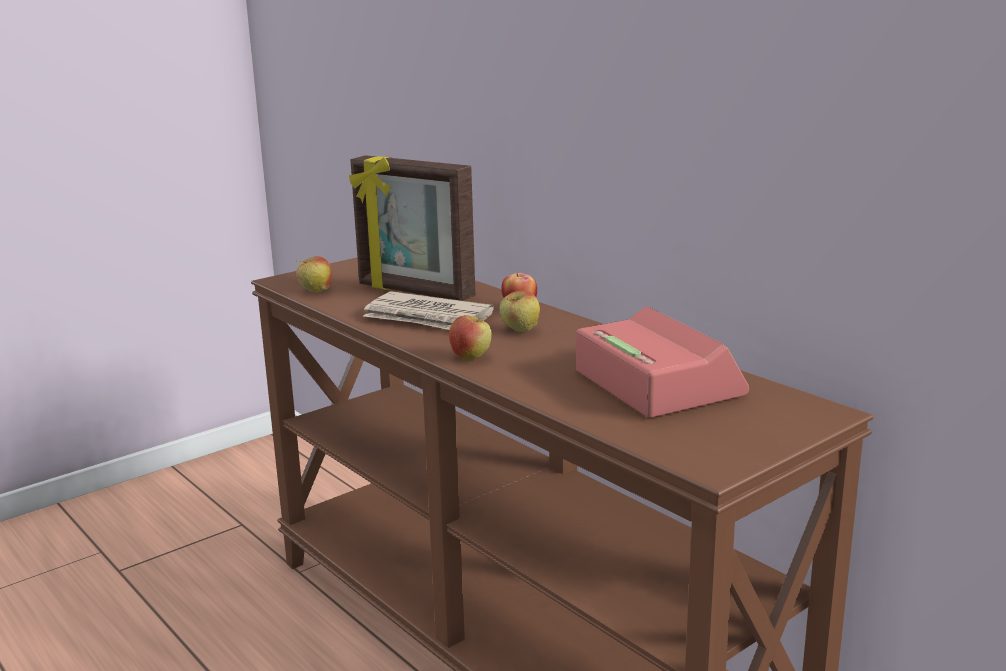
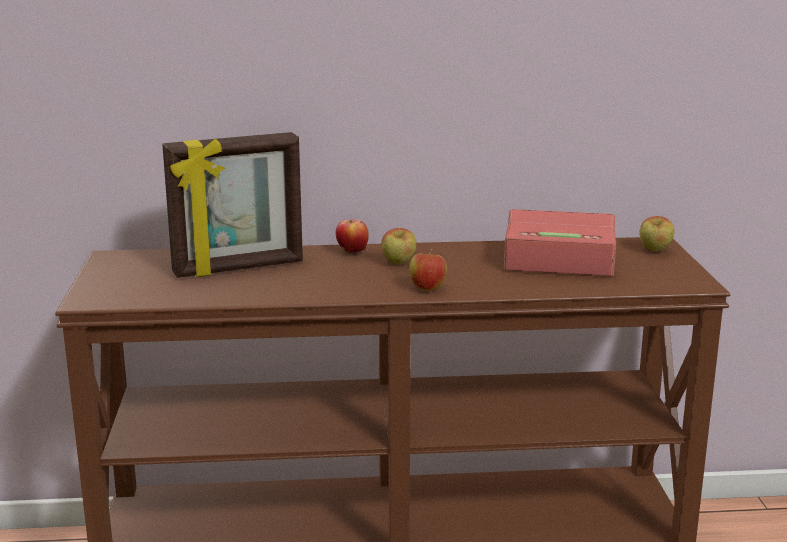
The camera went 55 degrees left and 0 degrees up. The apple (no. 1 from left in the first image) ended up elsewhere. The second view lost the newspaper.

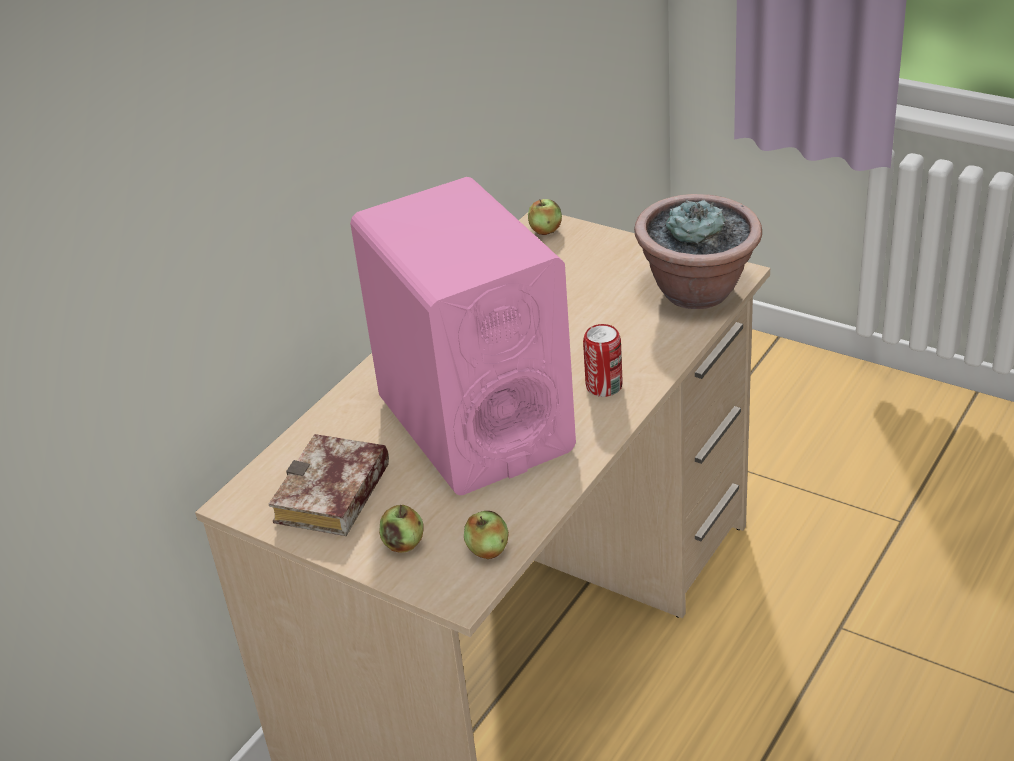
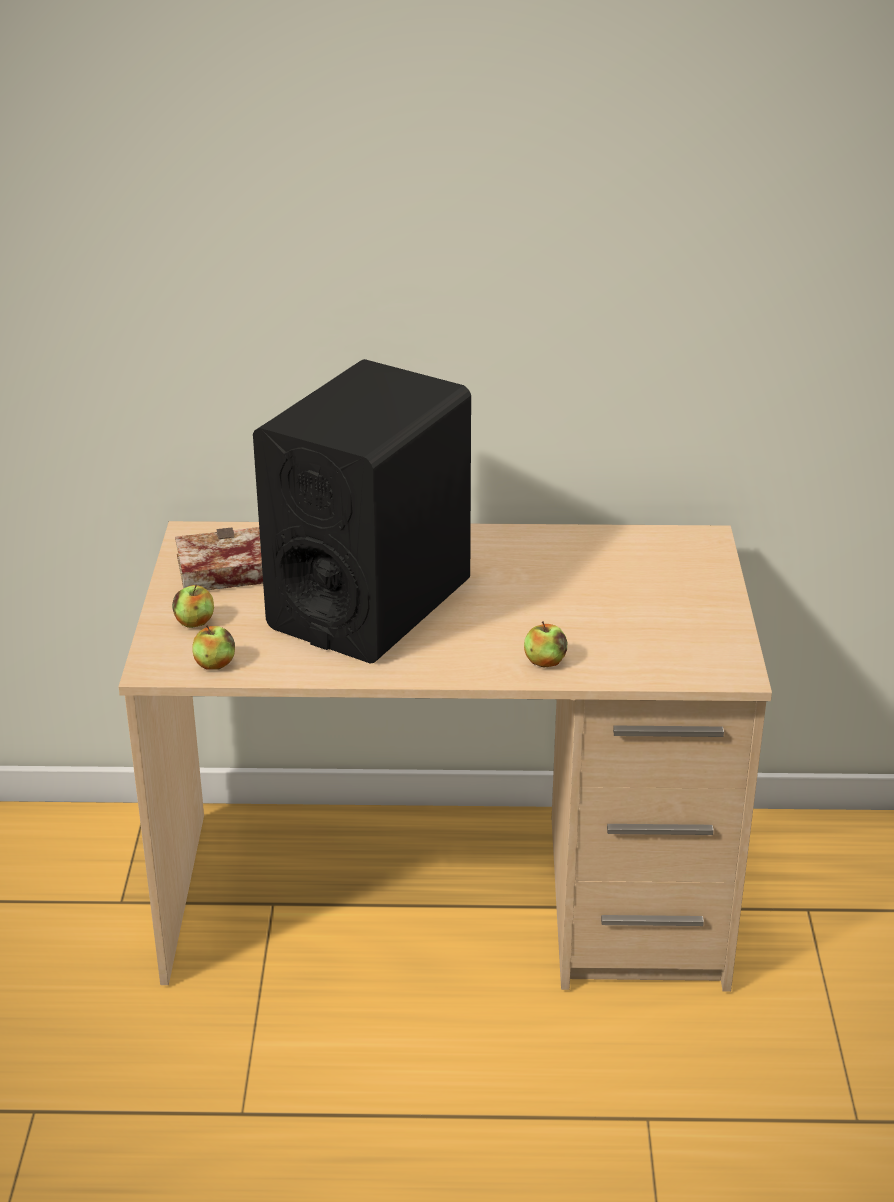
The camera went 55 degrees right and 5 degrees down. What was the loudspeaker (pinkish) turned into the loudspeaker (black). The second view lost the potted plant. The apple (no. 3 from left) ended up elsewhere. The second view lost the sealed can.

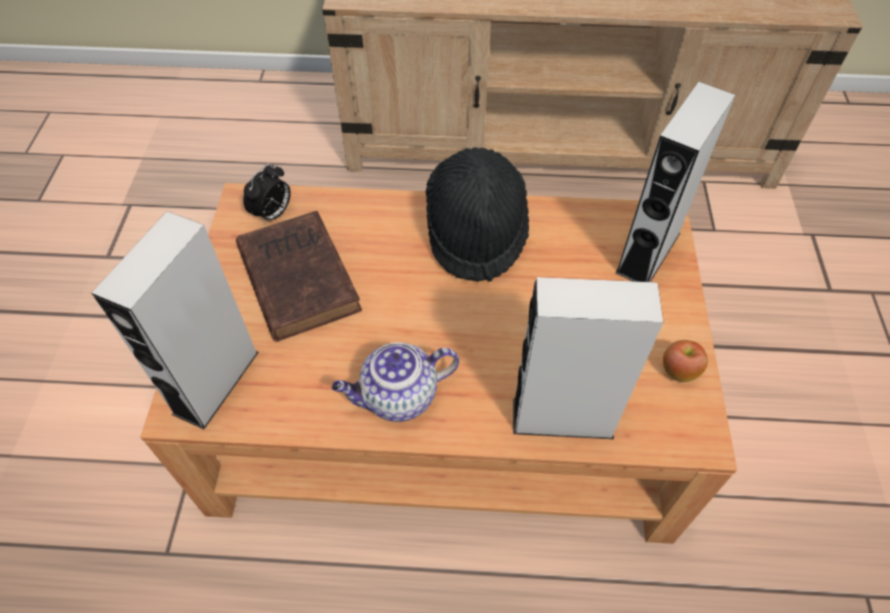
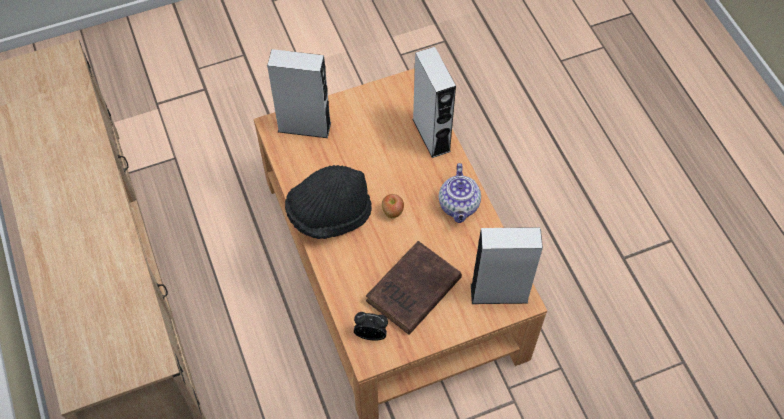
The camera went 115 degrees left and 5 degrees up. The apple ended up elsewhere. The pot for tea ended up facing another way, 45 degrees clockwise from before.

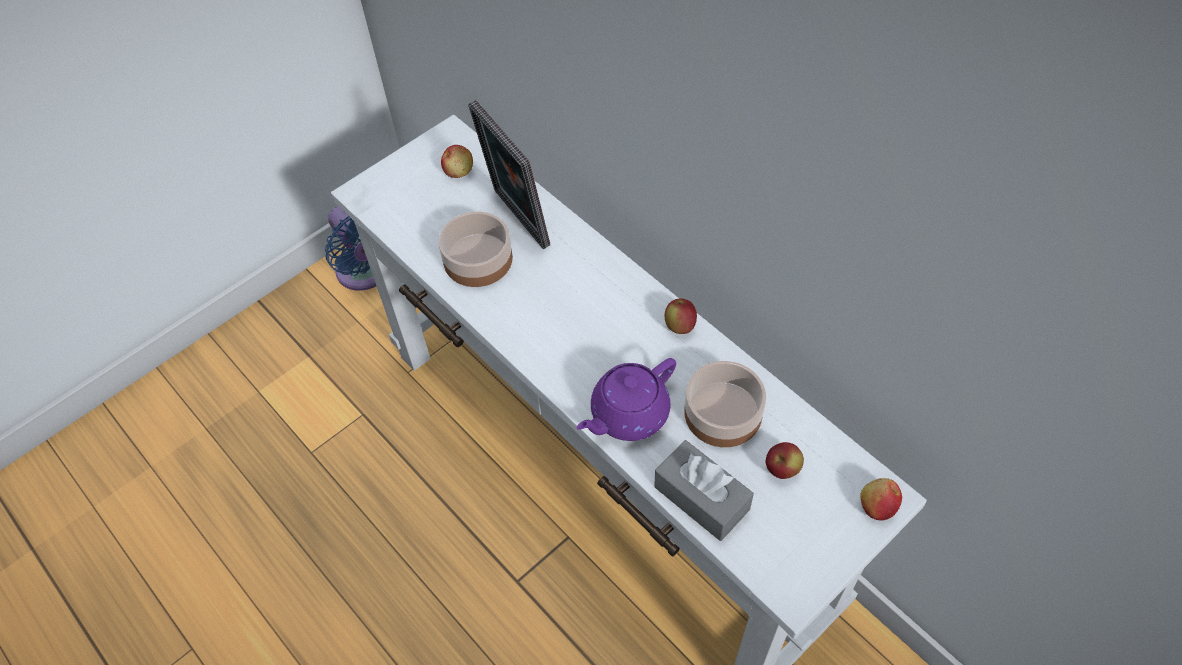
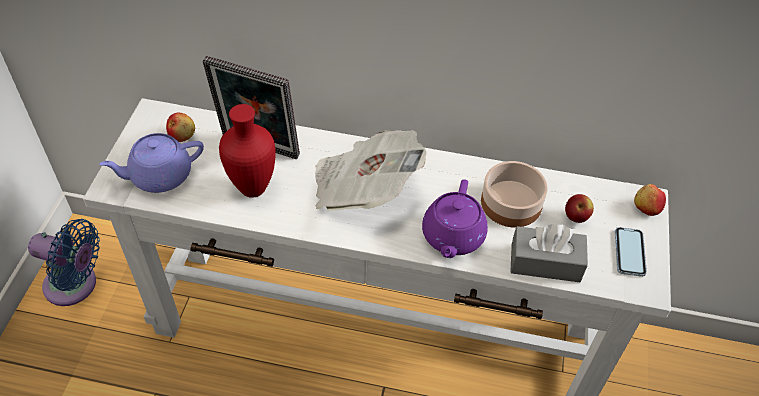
The camera went 40 degrees left and 5 degrees down. Where the bowl (no. 1 from left) stood, the flower vase (red) came to stand. The second view lost the apple (no. 2 from left). The second view gained the newspaper. The second view gained the pot for tea (purplish) (no. 1 from left). The second view gained the telephone.

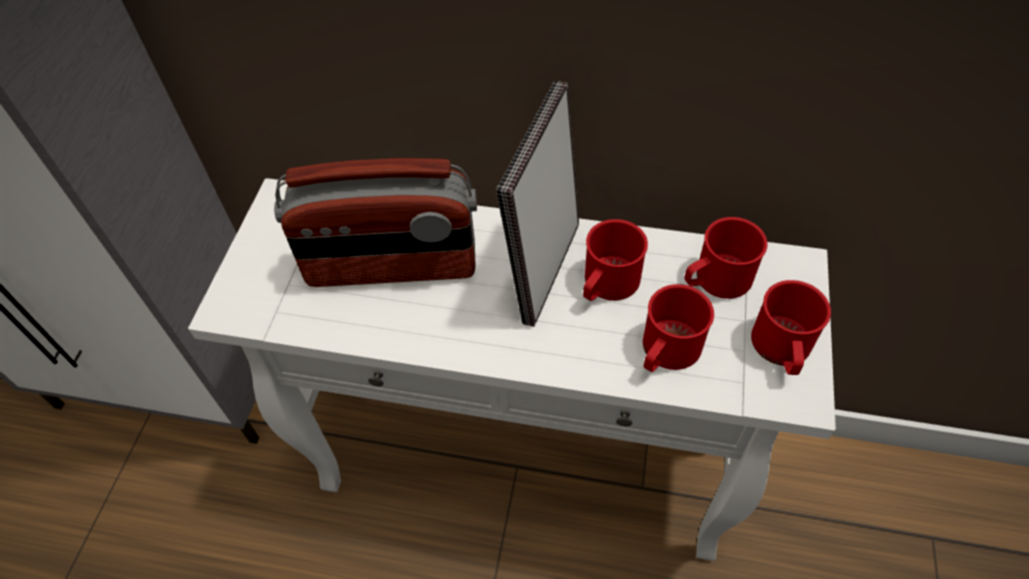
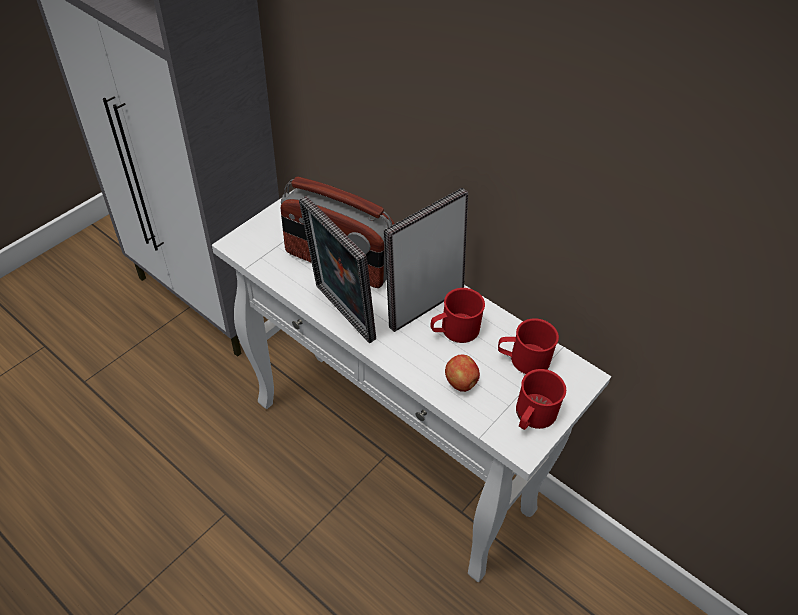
The camera went 25 degrees right and 5 degrees down. Where the tea mug (red) (no. 2 from left) stood, the apple came to stand. The second view gained the photo frame (no. 1 from left).

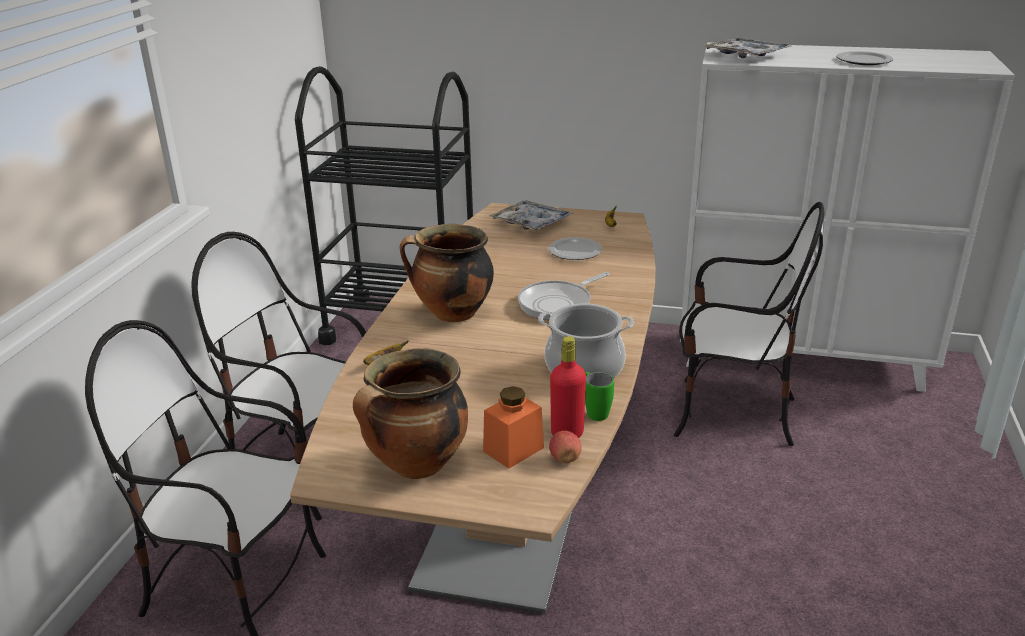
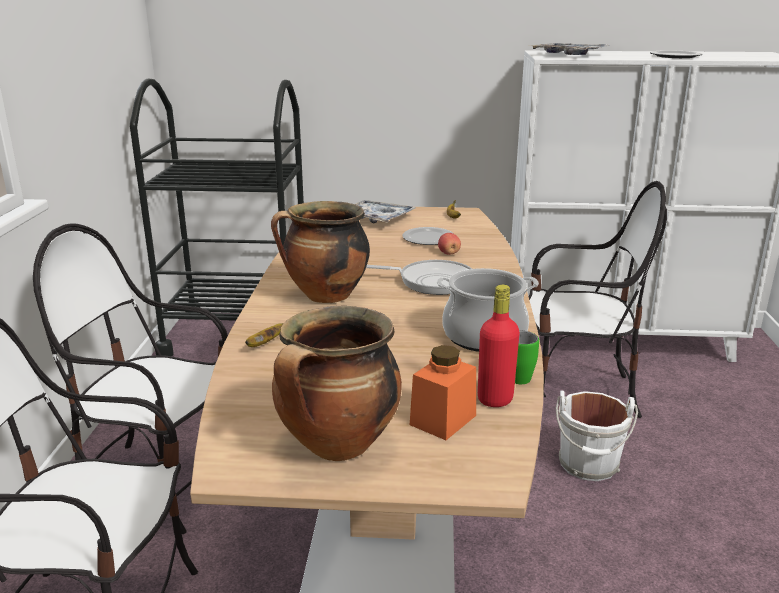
The camera went 10 degrees left and 5 degrees down. The skillet ended up facing another way, 120 degrees counterclockwise from before. The apple ended up elsewhere. The second view gained the water bucket (white-coloured).

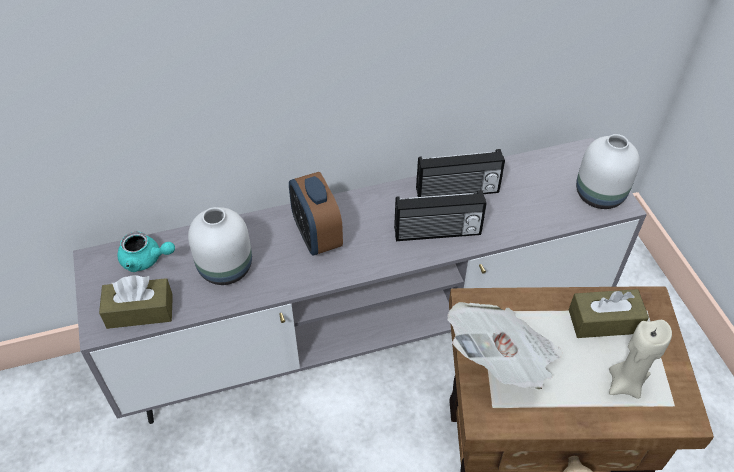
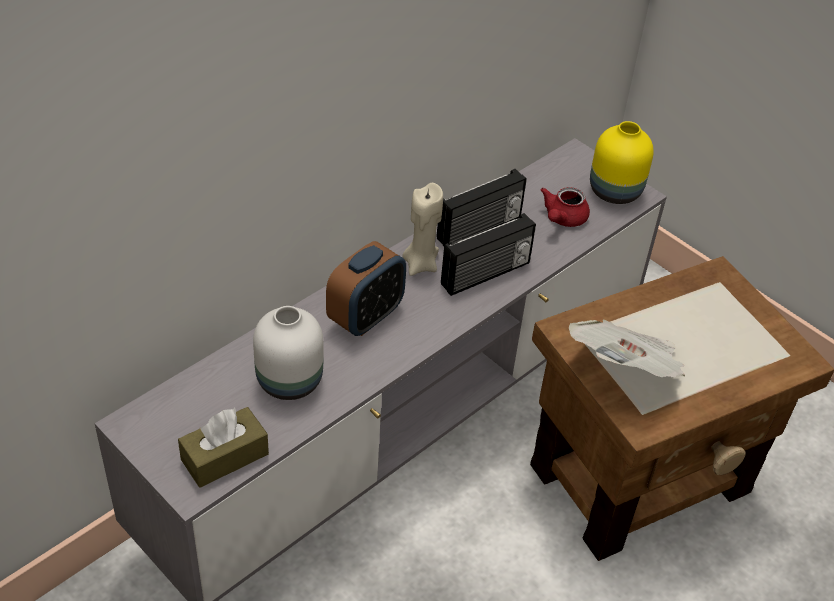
The camera went 30 degrees left and 5 degrees down. What was the flower vase (white-coloured) (no. 2 from left) turned into the flower vase (yellowish). The alarm clock ended up facing another way, 90 degrees counterclockwise from before. The second view lost the pot for tea (turquoise-coloured). The second view lost the tissue holder (brownish) (no. 2 from left). The wax light (sand-coloured) ended up elsewhere. The second view gained the pot for tea (red).

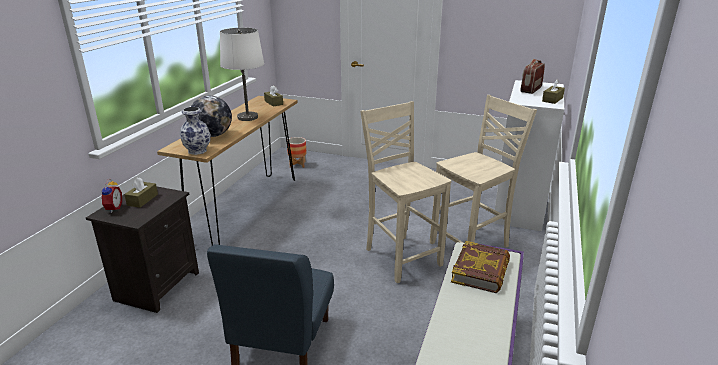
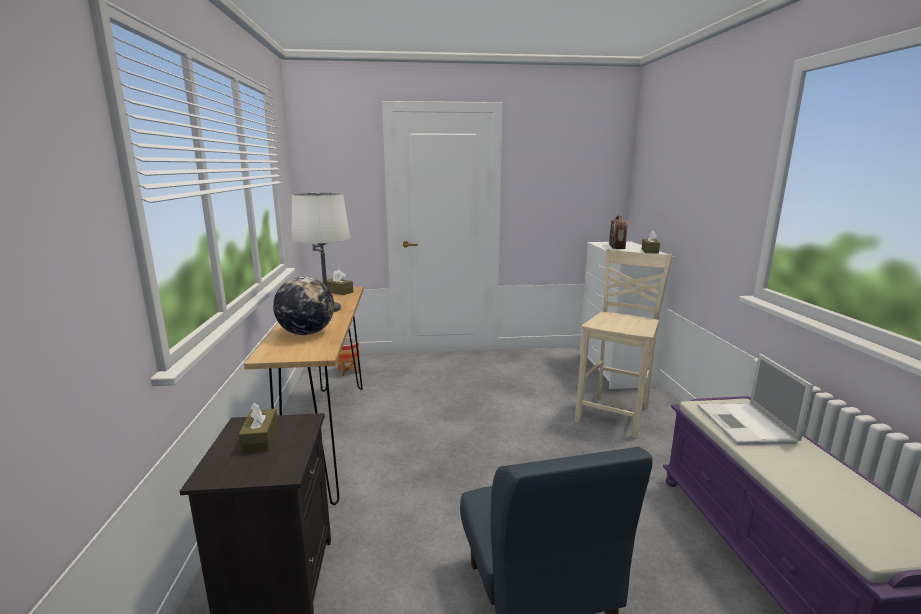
The camera went 25 degrees left and 10 degrees down. The second view lost the chair (sand-coloured) (no. 1 from left). The second view lost the flower vase. The second view lost the alarm clock. Where the volume stood, the portable computer came to stand.

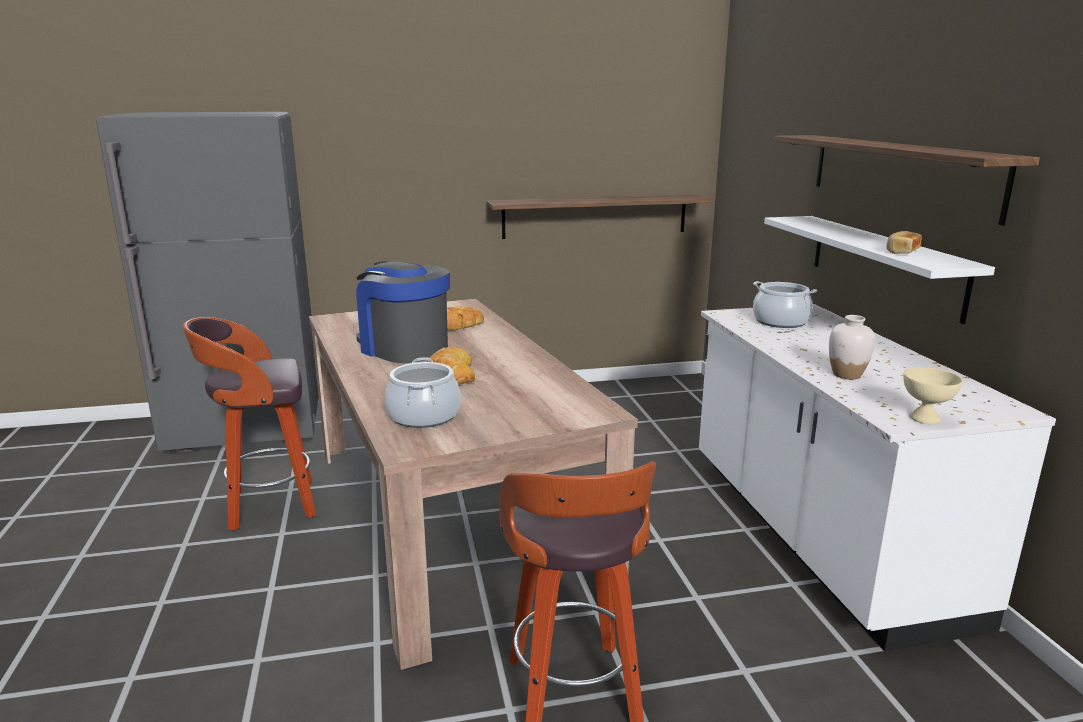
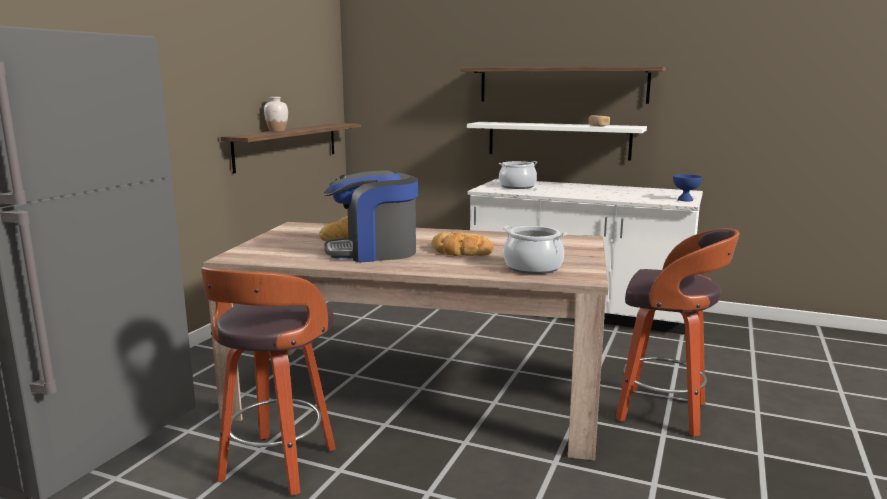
The camera went 55 degrees left and 5 degrees down. The flower vase (white-coloured) ended up elsewhere. What was the bowl (sand-coloured) turned into the bowl (blue).

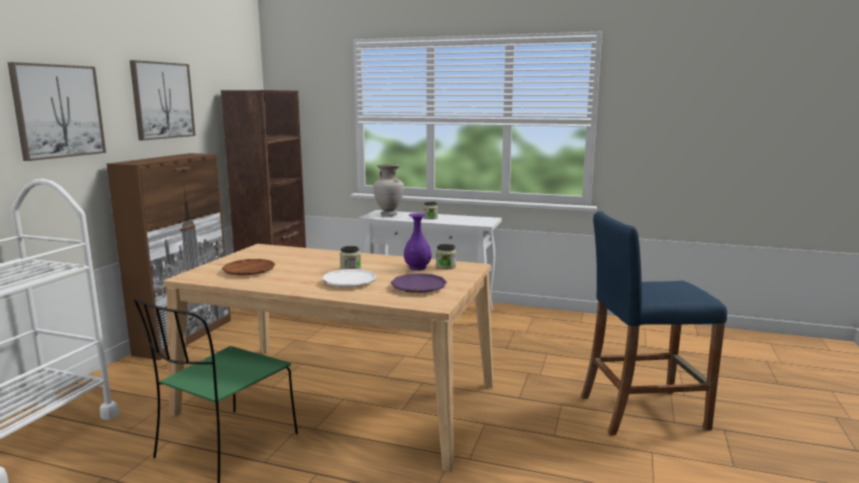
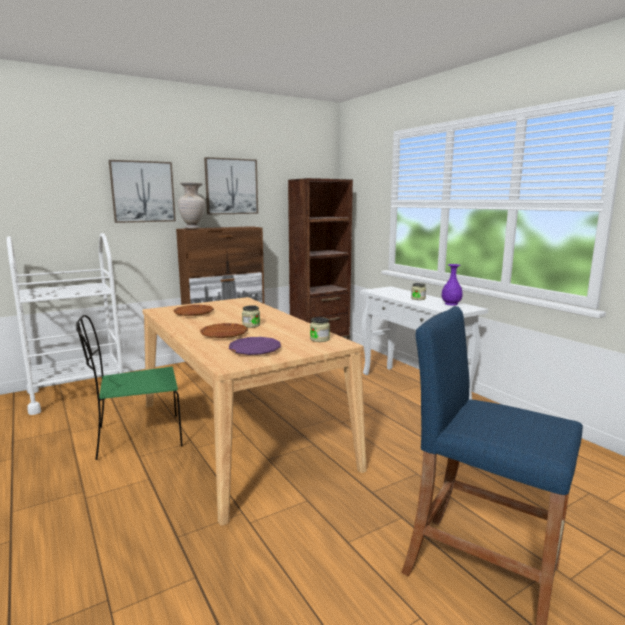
The camera went 40 degrees right and 0 degrees up. The flower vase (sand-coloured) ended up elsewhere. The flower vase (purplish) ended up elsewhere. What was the flat dish (white-coloured) turned into the flat dish (brownish) (no. 2 from left).

